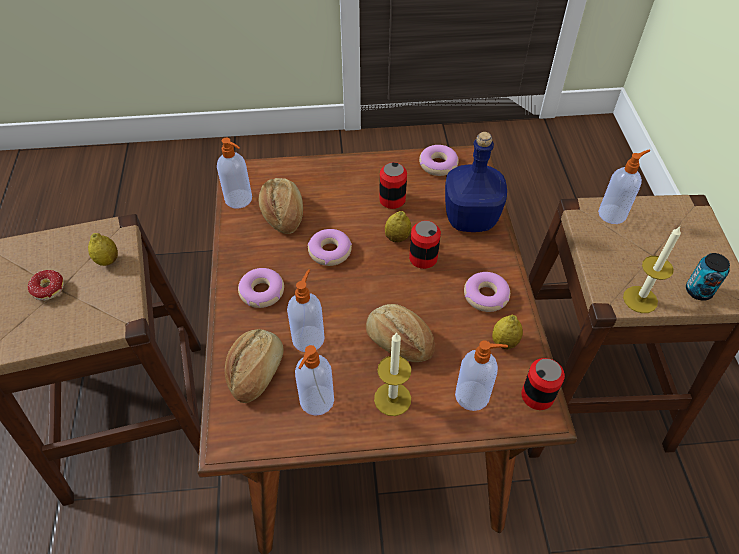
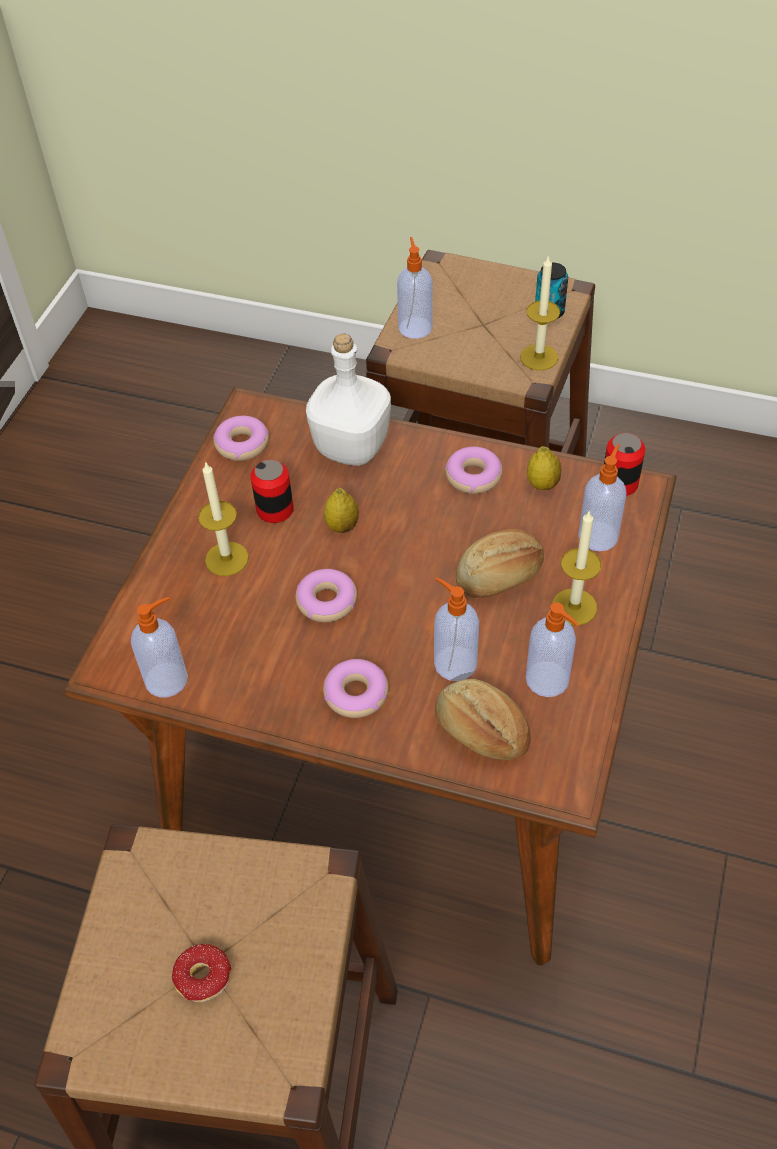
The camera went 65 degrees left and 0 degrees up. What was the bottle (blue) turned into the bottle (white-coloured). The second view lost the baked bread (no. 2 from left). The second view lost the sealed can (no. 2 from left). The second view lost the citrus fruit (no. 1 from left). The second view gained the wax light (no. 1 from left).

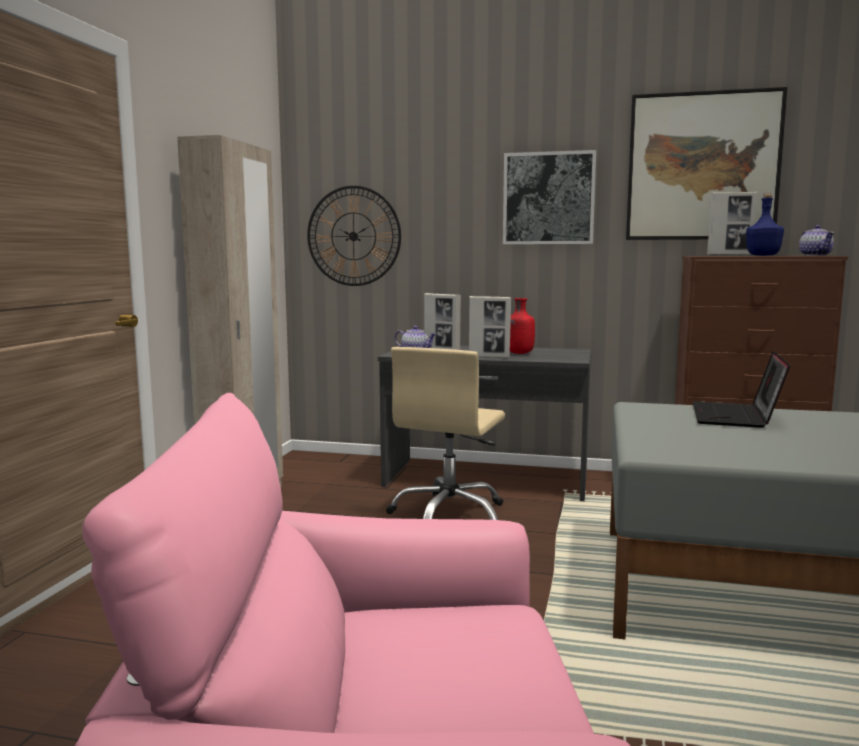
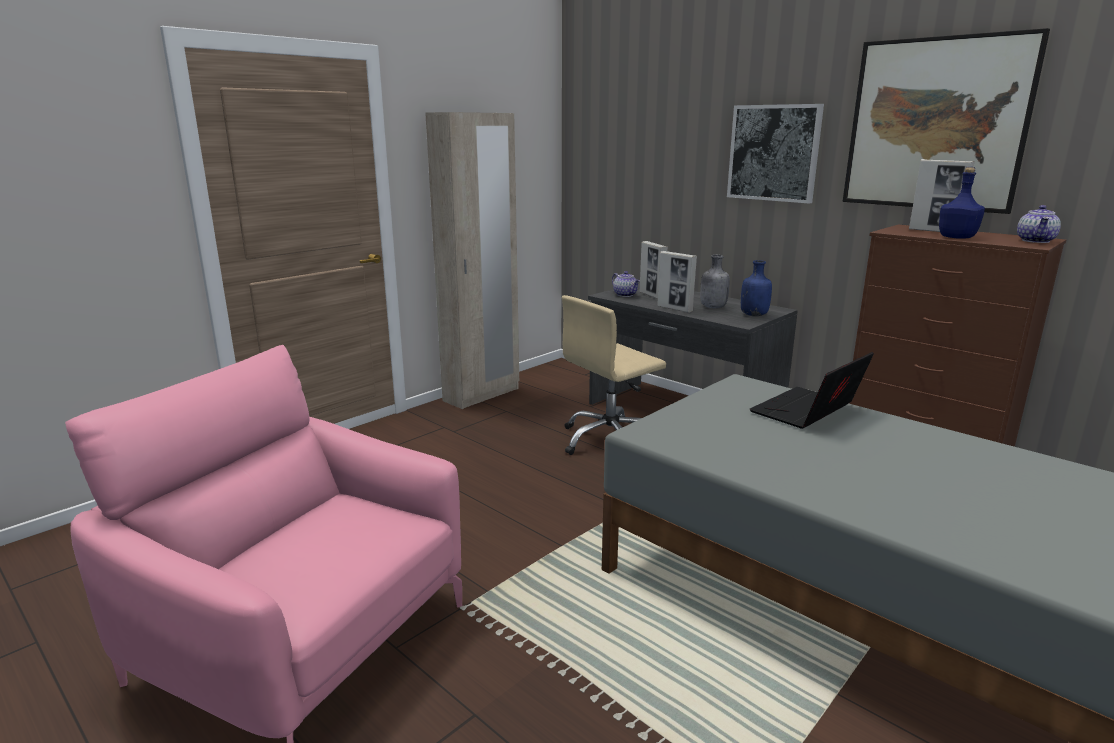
The camera went 30 degrees right and 10 degrees up. The second view lost the clock on the wall. What was the bottle (red) turned into the bottle (gray). The second view gained the bottle (blue) (no. 1 from left).

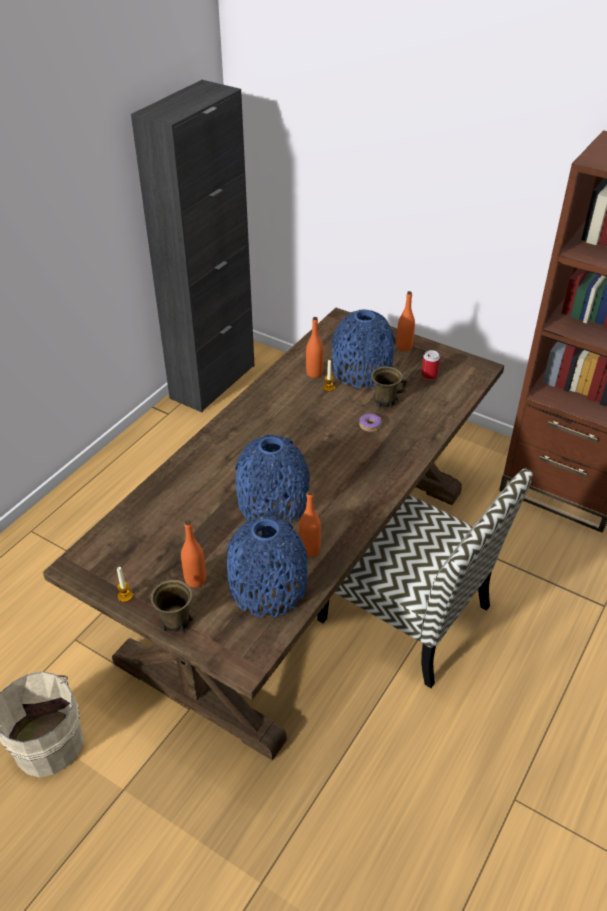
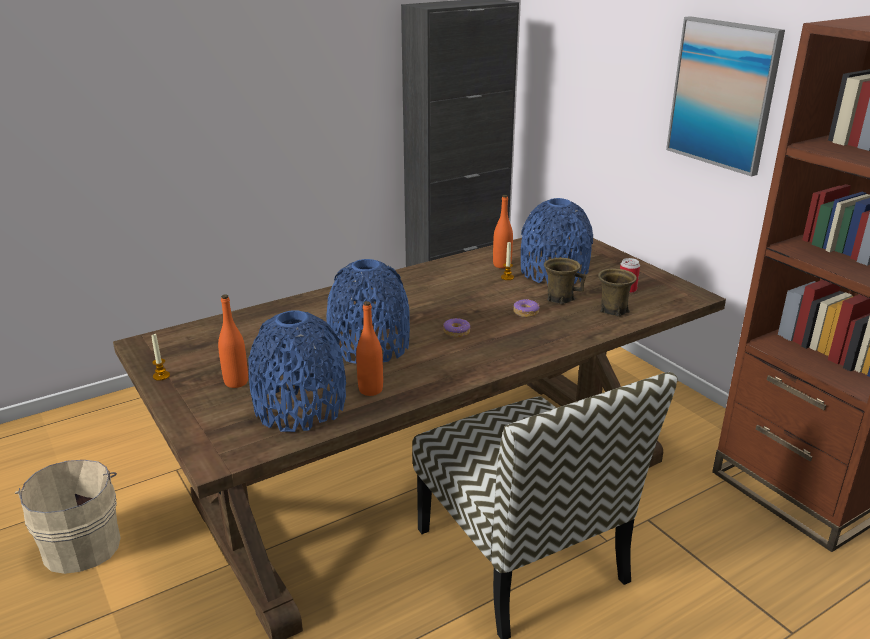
The camera went 25 degrees right and 15 degrees down. The second view lost the bottle (orange) (no. 4 from left). The tea mug (brownish) (no. 1 from left in the first image) ended up elsewhere. The second view gained the picture. The second view gained the doughnut (no. 1 from left).

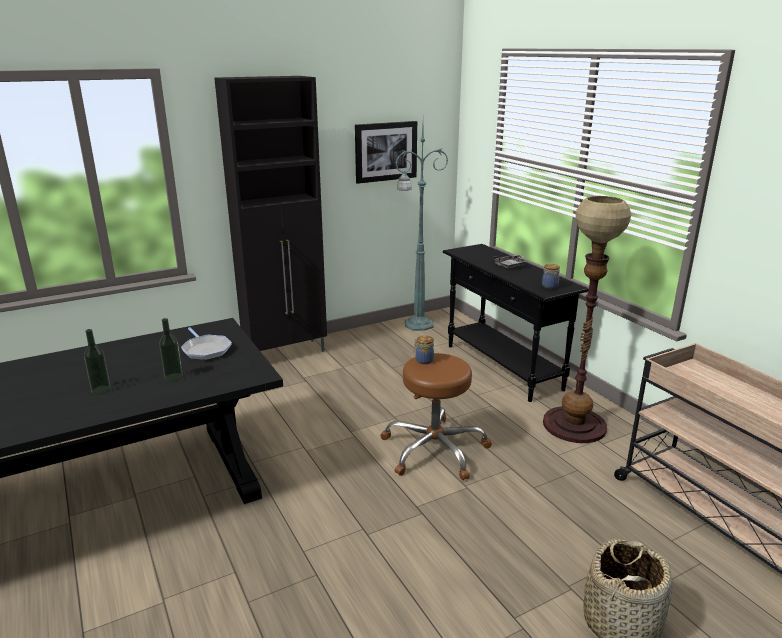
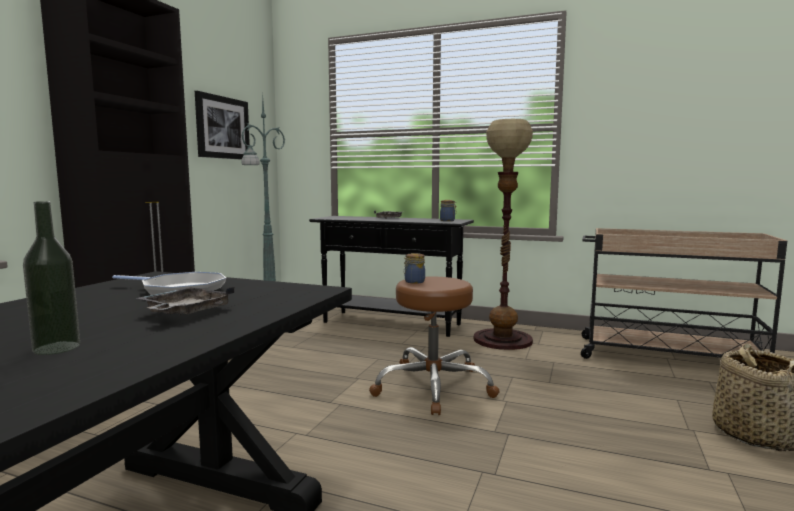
The camera went 40 degrees left and 15 degrees down. Where the bottle (no. 2 from left) stood, the carrying tray (gray) (no. 1 from left) came to stand.

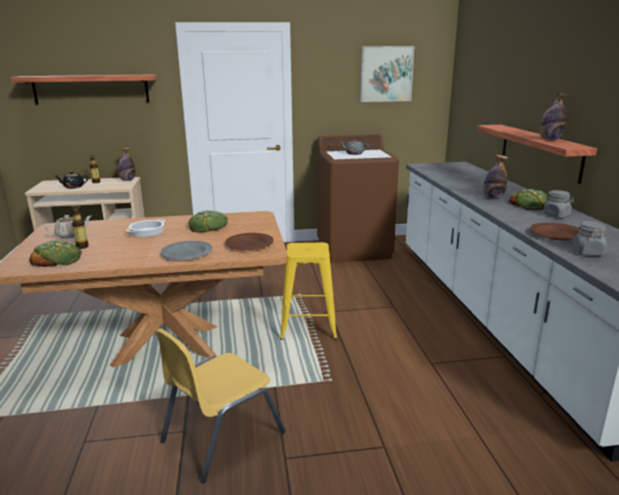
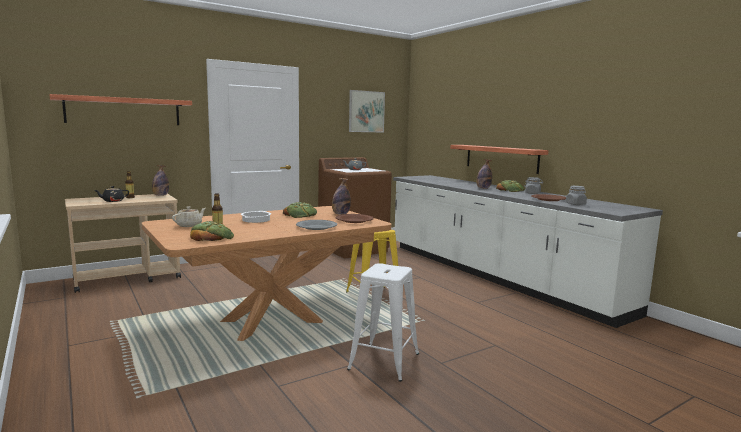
The camera went 25 degrees left and 10 degrees down. The bottle (no. 5 from left in the first image) ended up elsewhere. Where the chair (yellowish) stood, the stool seat (white-coloured) came to stand.

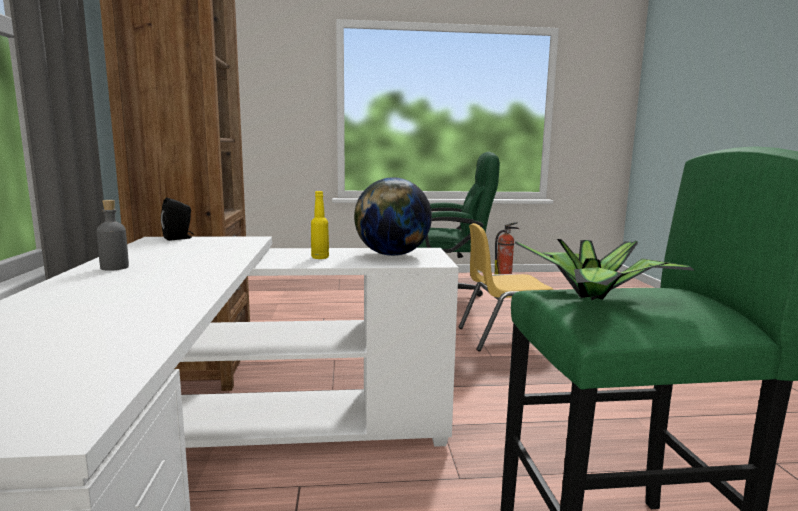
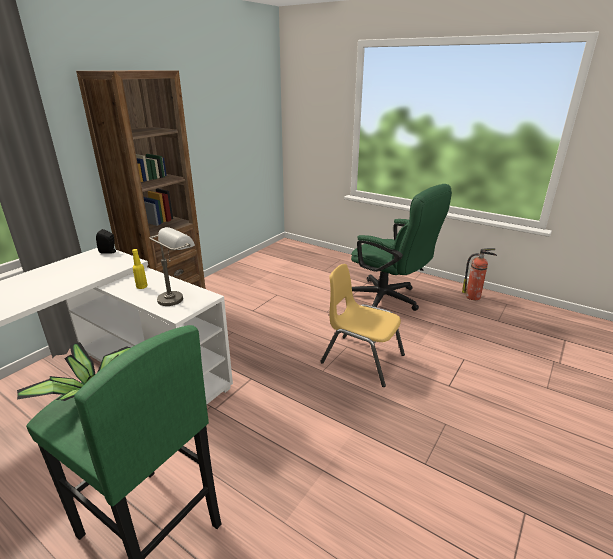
The camera went 40 degrees right and 15 degrees up. Where the desk globe stood, the table lamp (gray) came to stand. The second view lost the bottle (gray).

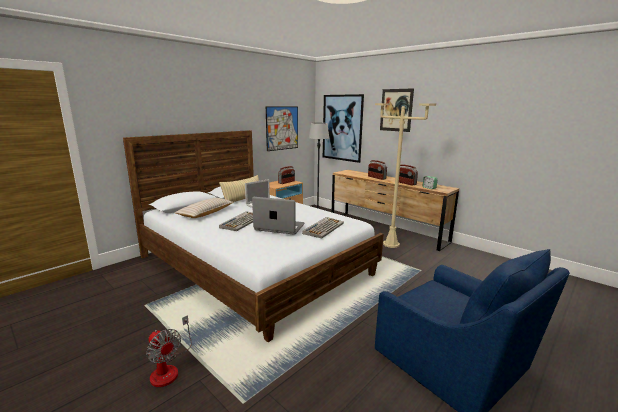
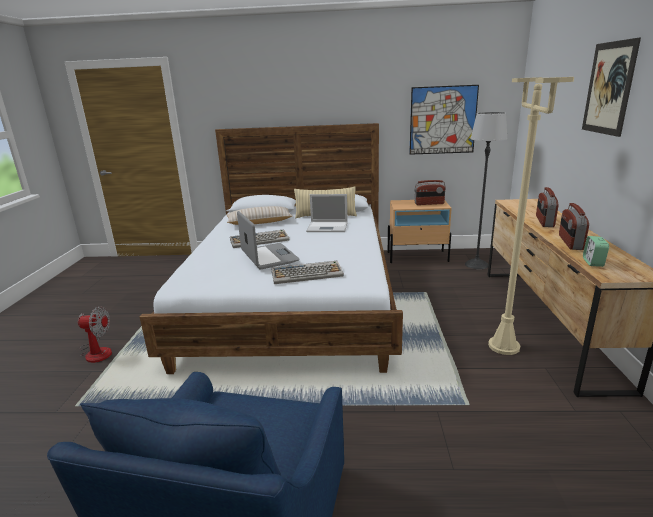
The camera went 50 degrees right and 5 degrees up. The second view lost the picture (no. 2 from left). The electric fan ended up facing another way, 90 degrees counterclockwise from before.

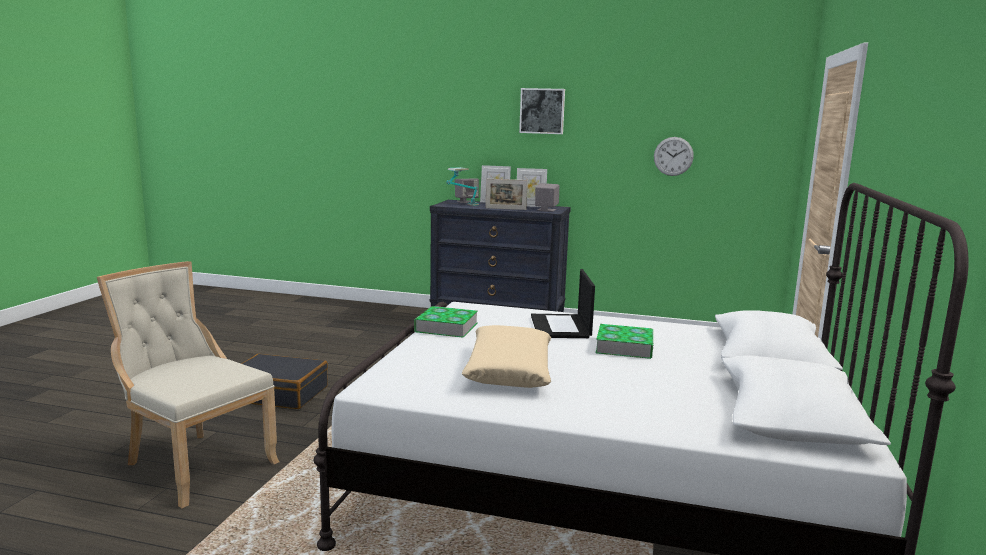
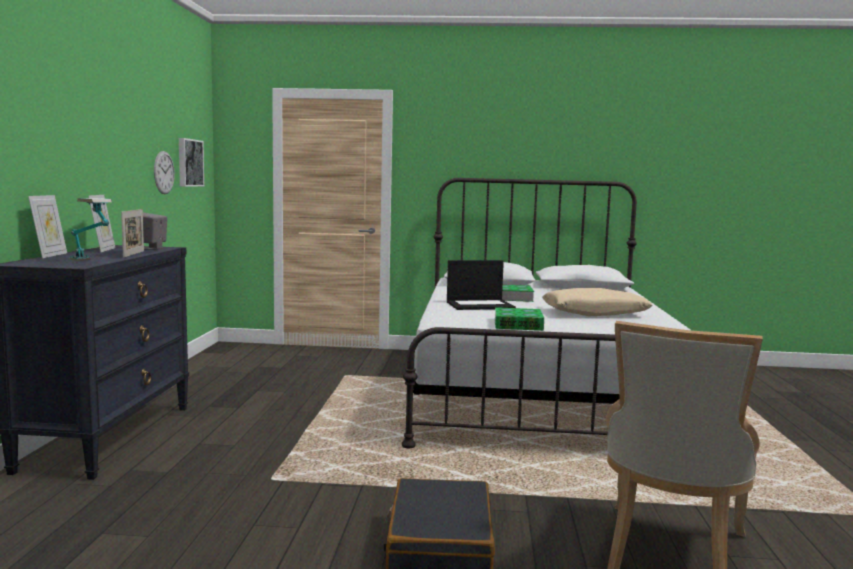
The camera went 100 degrees left and 5 degrees down. The picture ended up elsewhere. The second view lost the loudspeaker (gray) (no. 1 from left).

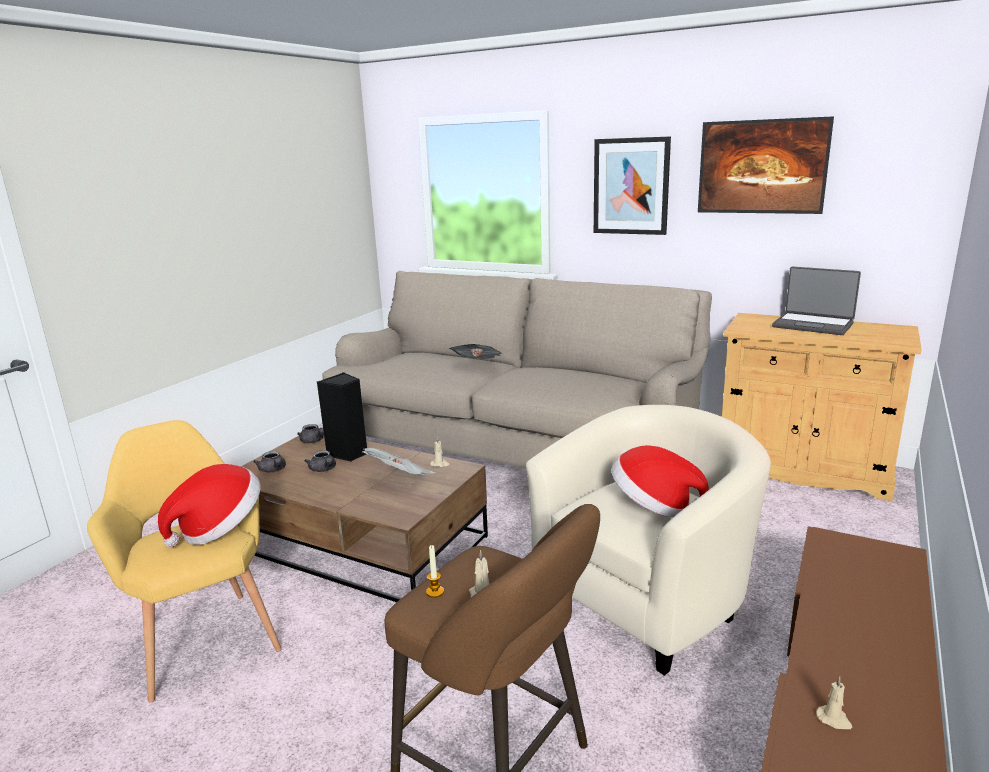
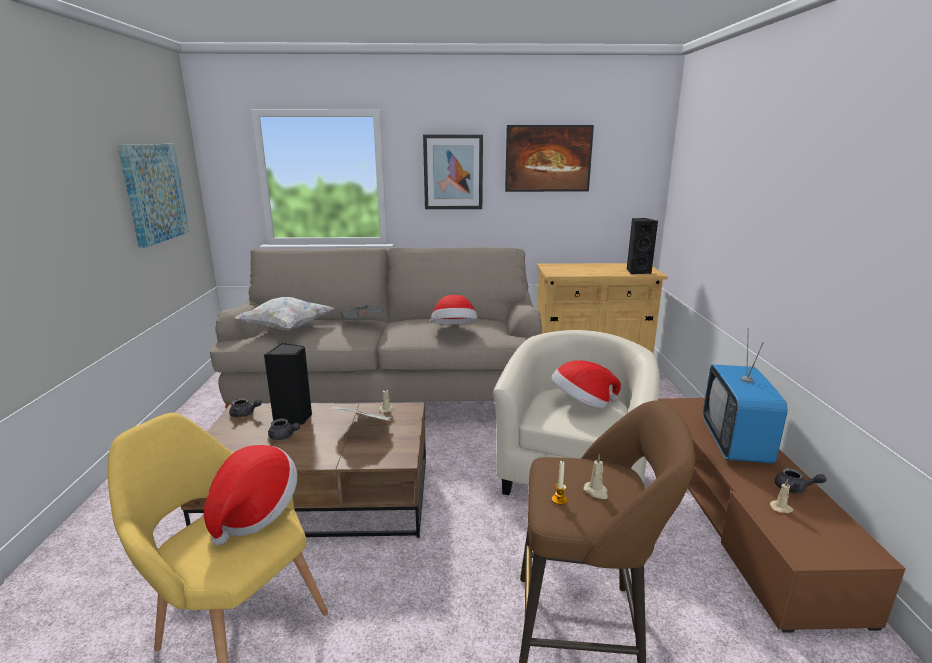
The camera went 30 degrees left and 0 degrees up. The second view lost the portable computer. The pot for tea (gray) (no. 1 from left in the first image) ended up elsewhere. The second view gained the picture (no. 1 from left). The second view gained the loudspeaker (black) (no. 2 from left). The second view gained the clothing hat (no. 2 from left). The second view gained the pillow (white-coloured). The second view gained the television.

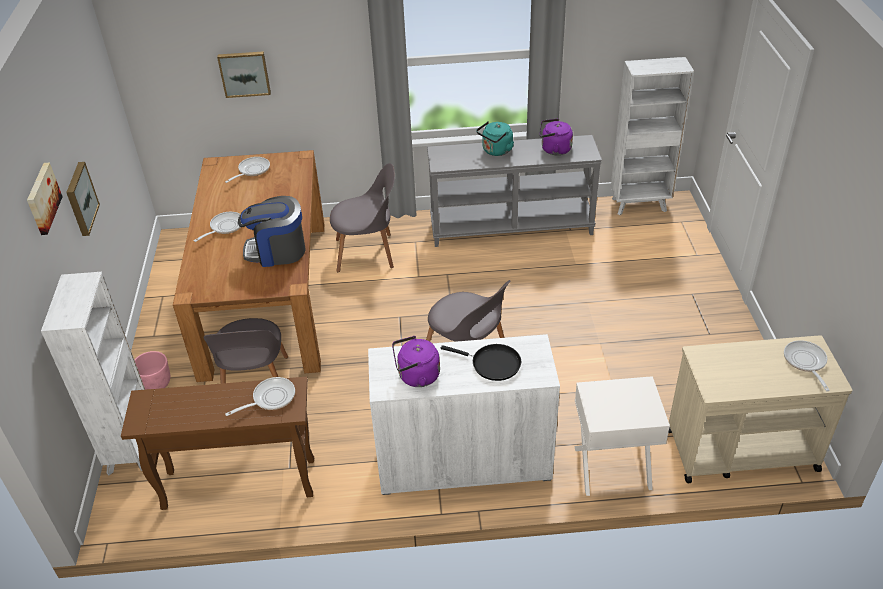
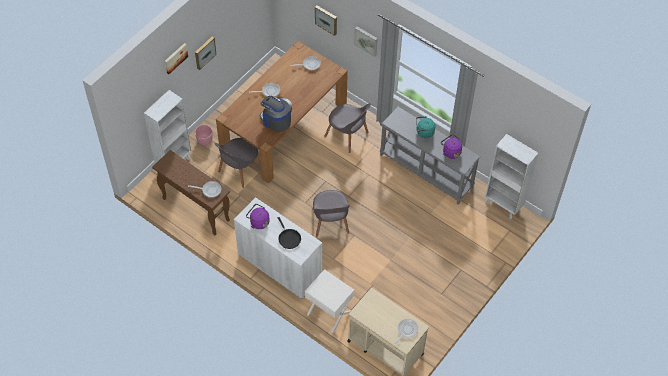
The camera went 40 degrees right and 15 degrees up. The second view gained the picture (no. 4 from left).

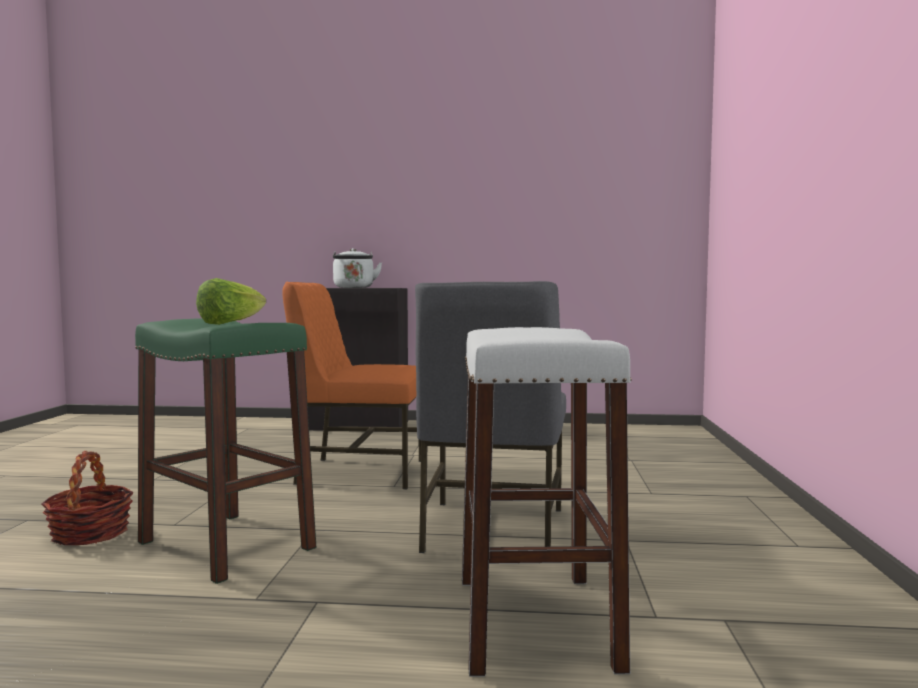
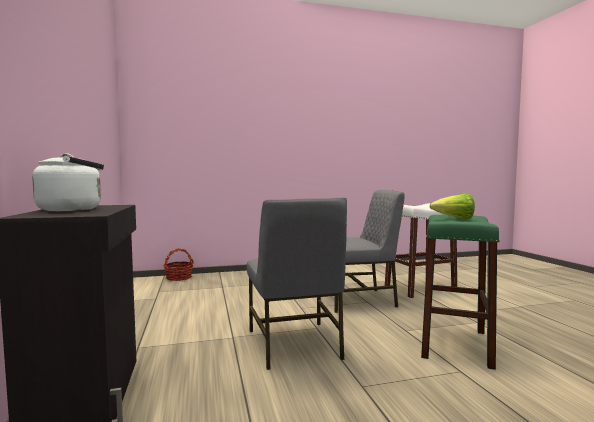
The camera went 110 degrees left and 0 degrees up. What was the chair (orange) turned into the chair (gray) (no. 1 from left). The storage basket ended up elsewhere.

